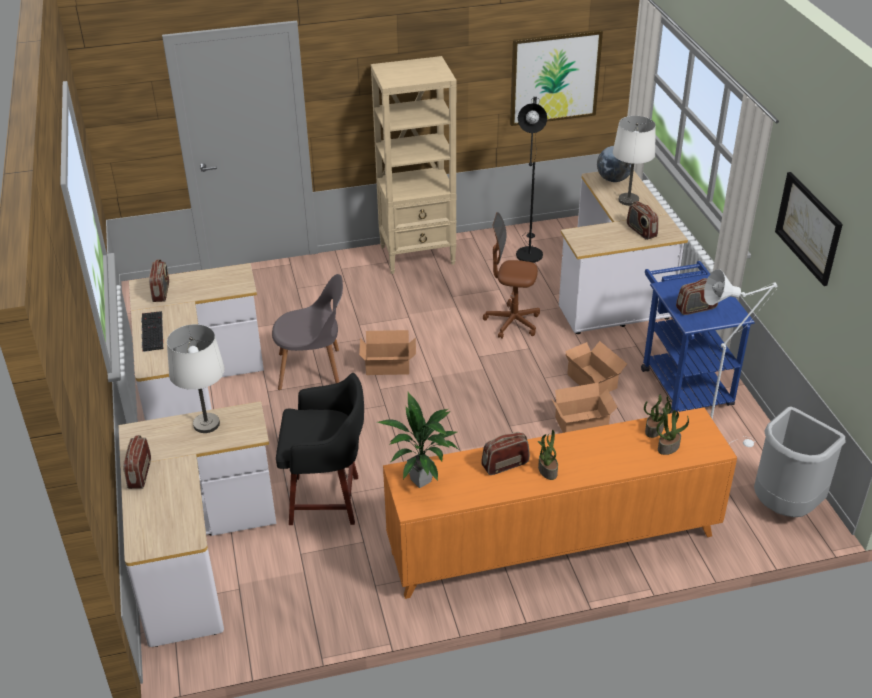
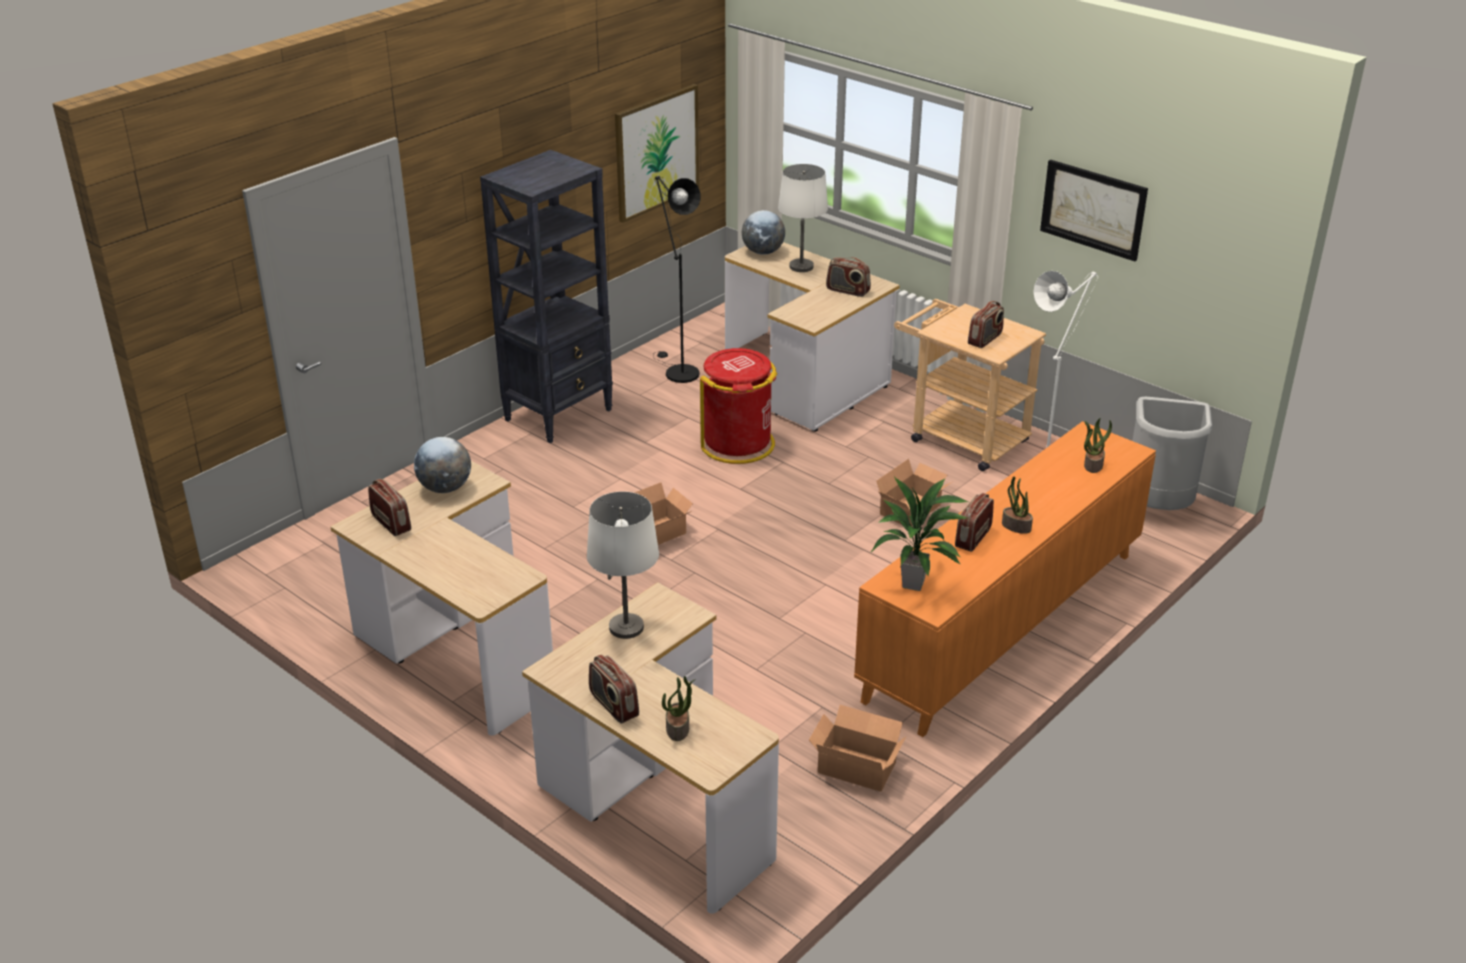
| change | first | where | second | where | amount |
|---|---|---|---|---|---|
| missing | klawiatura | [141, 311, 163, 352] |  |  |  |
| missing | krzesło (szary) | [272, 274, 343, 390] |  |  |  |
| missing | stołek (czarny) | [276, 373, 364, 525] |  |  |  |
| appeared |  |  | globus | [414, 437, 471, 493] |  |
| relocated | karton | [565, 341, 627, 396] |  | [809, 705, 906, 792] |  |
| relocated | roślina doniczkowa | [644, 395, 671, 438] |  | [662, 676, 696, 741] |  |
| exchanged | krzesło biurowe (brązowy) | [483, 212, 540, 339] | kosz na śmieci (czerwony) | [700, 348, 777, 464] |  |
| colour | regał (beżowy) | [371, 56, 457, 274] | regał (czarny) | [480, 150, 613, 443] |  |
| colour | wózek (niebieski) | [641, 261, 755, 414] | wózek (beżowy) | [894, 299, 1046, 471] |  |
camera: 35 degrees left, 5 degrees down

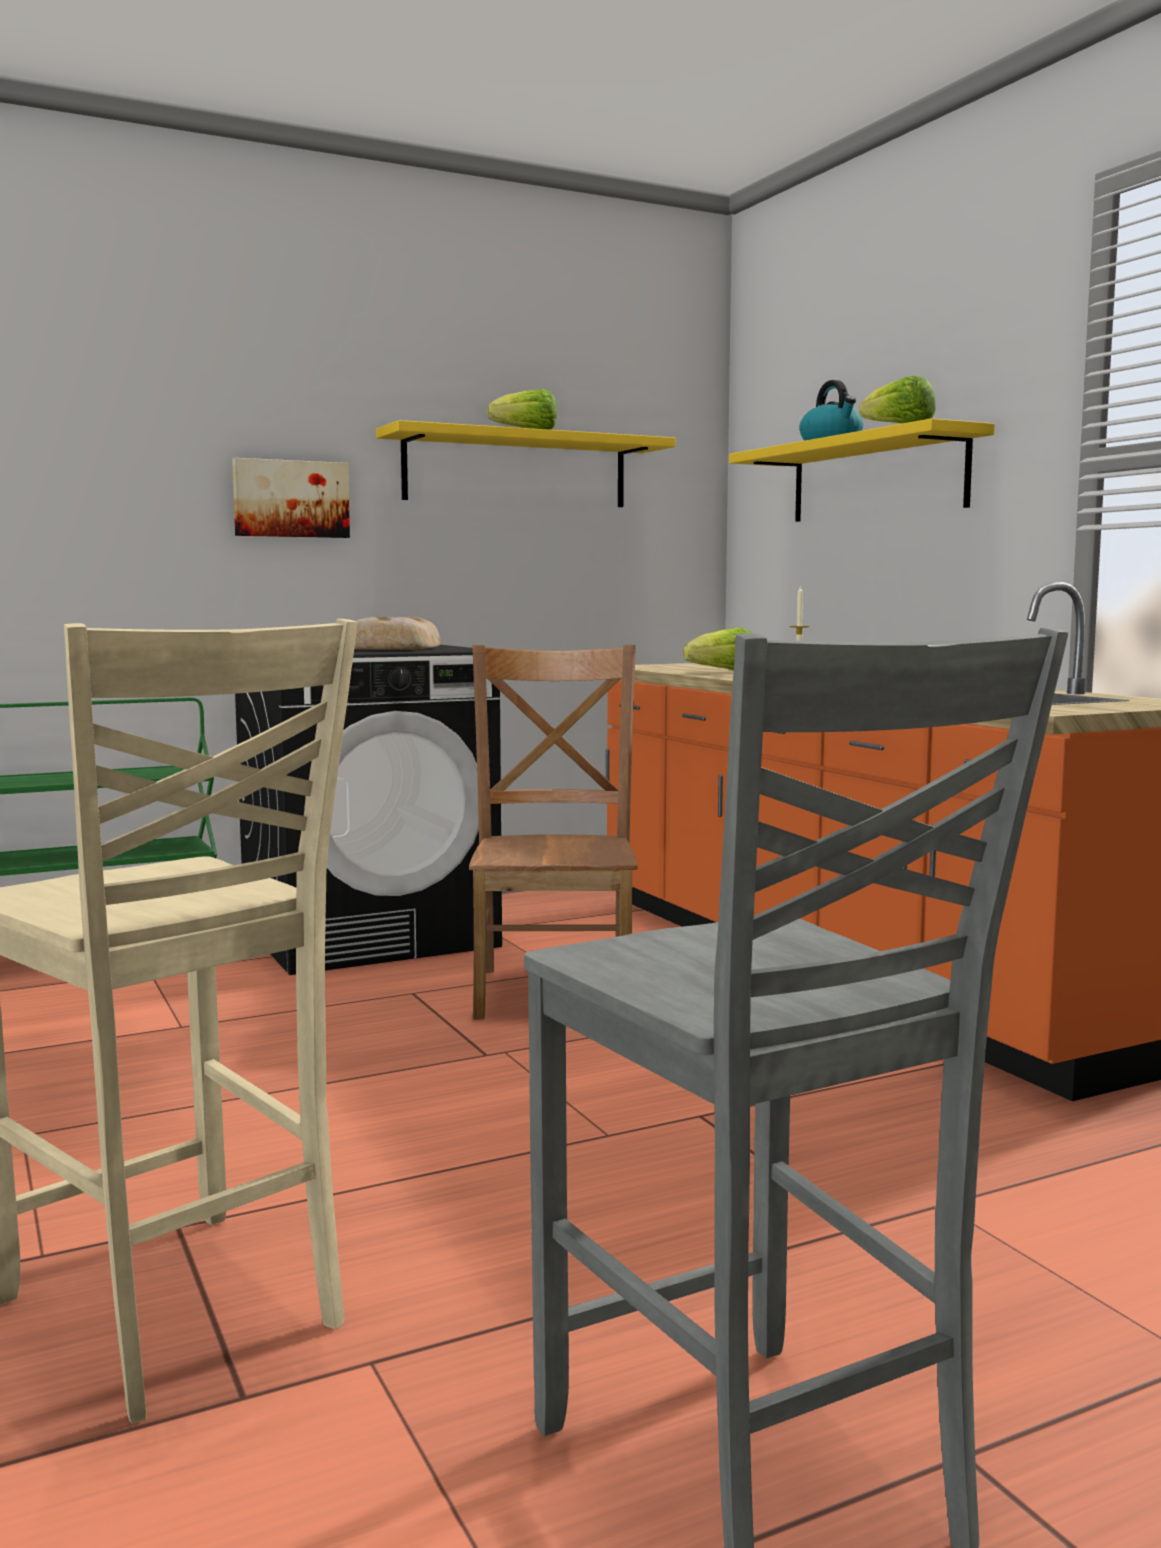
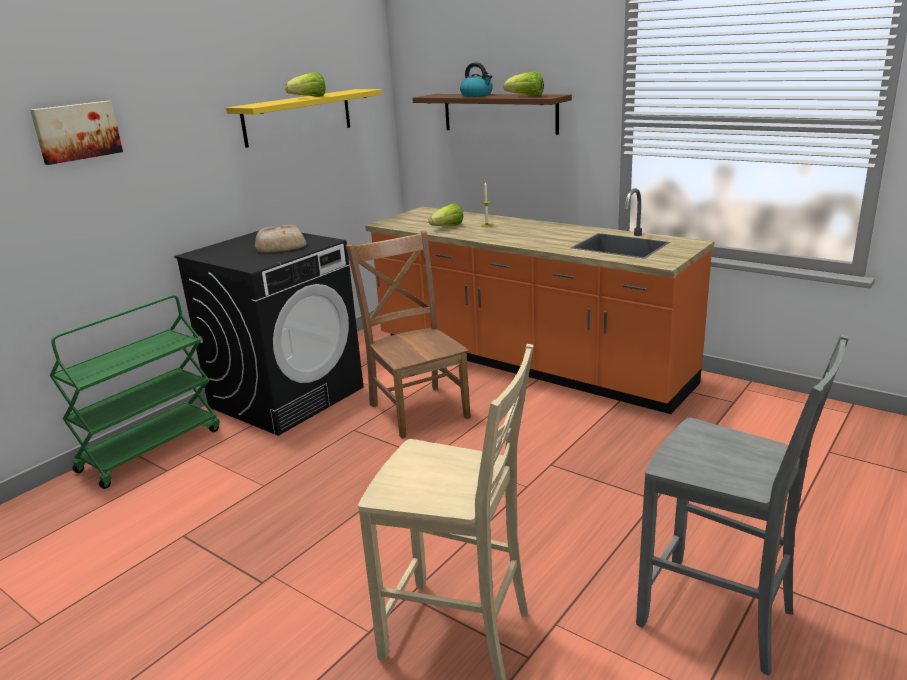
| change | first | where | second | where | amount |
|---|---|---|---|---|---|
| relocated | obraz | [232, 458, 350, 538] |  | [30, 101, 123, 165] |  |
| colour | półka (żółty) | [729, 418, 995, 522] | półka (brązowy) | [412, 94, 572, 135] |  |
camera: 25 degrees left, 15 degrees up

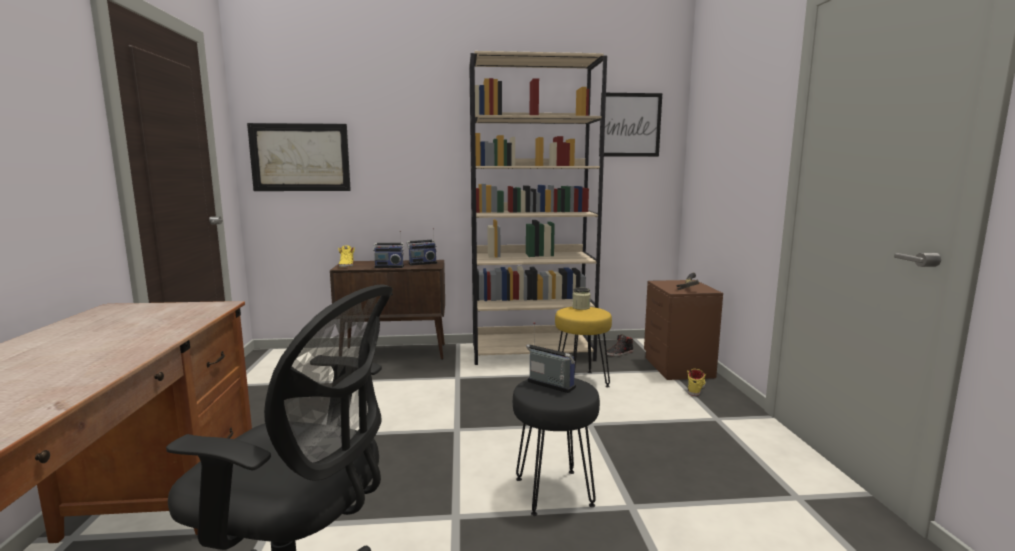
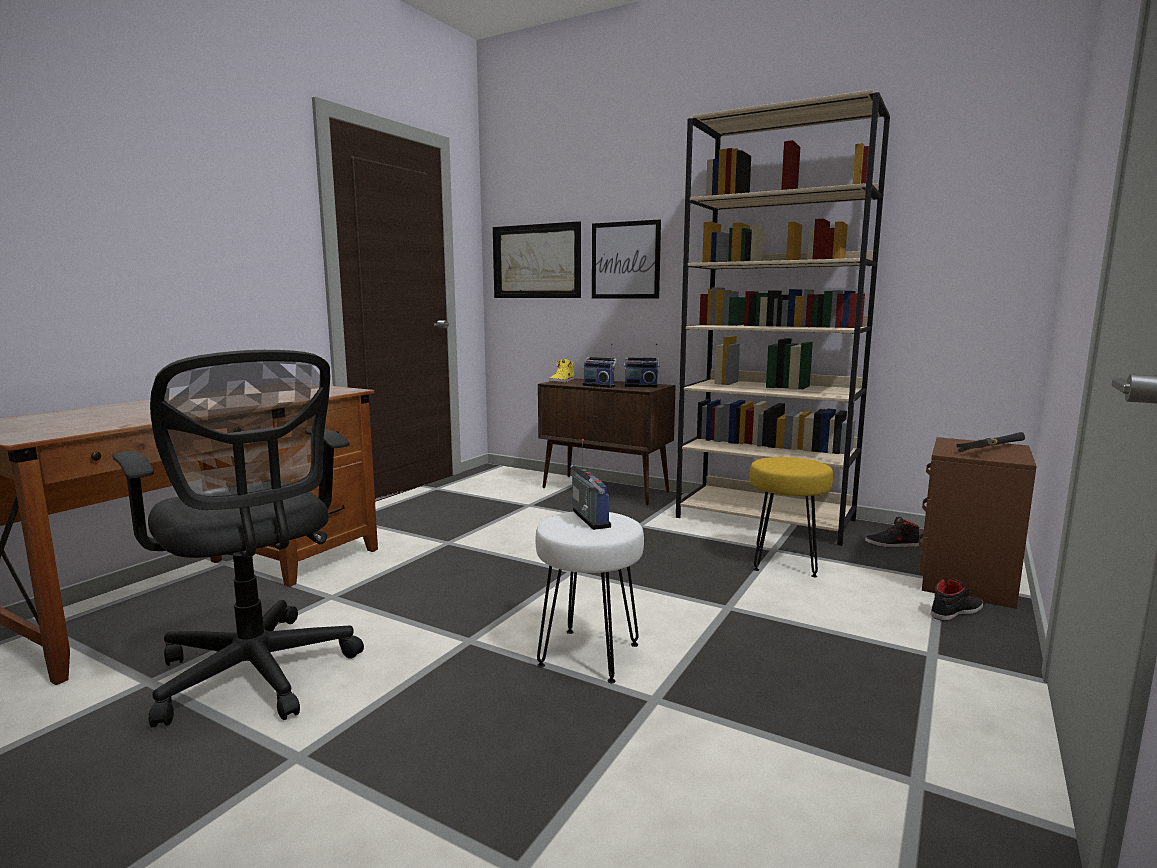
| change | first | where | second | where | amount |
|---|---|---|---|---|---|
| missing | słoik | [572, 288, 591, 310] |  |  |  |
| relocated | obraz | [599, 93, 662, 157] |  | [592, 219, 661, 299] |  |
| colour | stołek (czarny) | [513, 378, 600, 516] | stołek (biały) | [536, 512, 644, 683] |  |
| colour | but (żółty) | [687, 369, 706, 396] | but (czarny) | [931, 578, 983, 621] |  |
camera: 35 degrees right, 0 degrees up

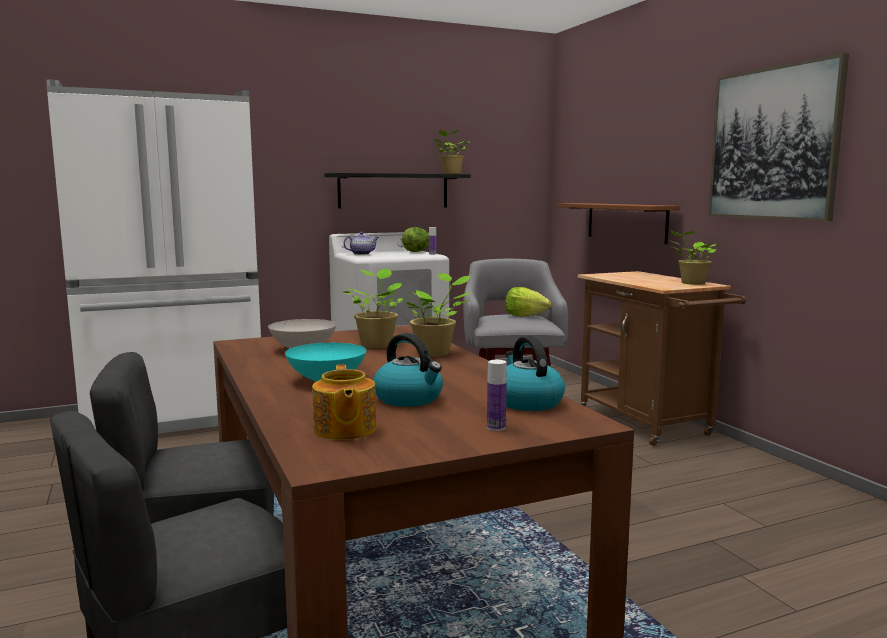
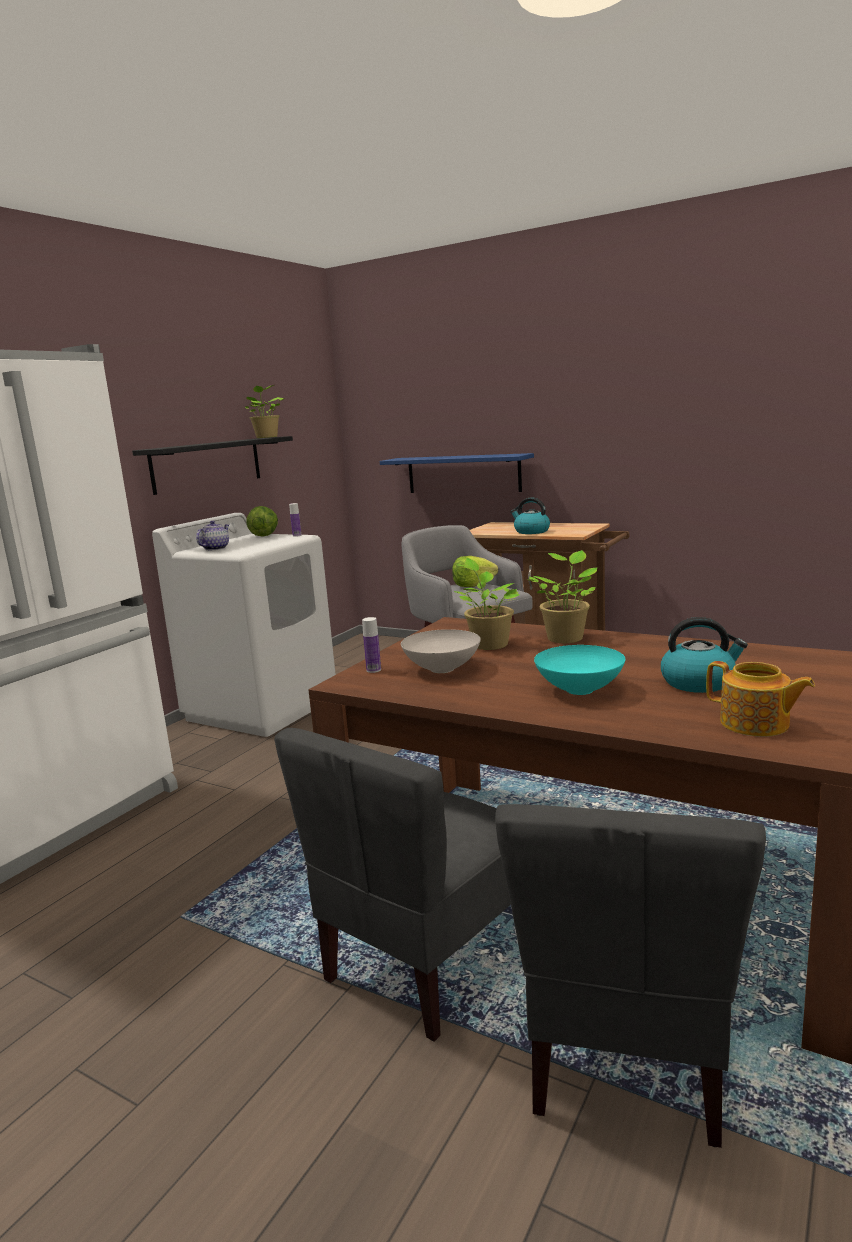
| change | first | where | second | where | amount |
|---|---|---|---|---|---|
| missing | roślina doniczkowa | [670, 231, 716, 285] |  |  |  |
| missing | obraz | [708, 53, 849, 221] |  |  |  |
| relocated | butelka | [487, 360, 507, 431] |  | [362, 617, 381, 673] |  |
| relocated | czajnik | [505, 336, 565, 411] |  | [510, 497, 550, 534] |  |
| colour | półka (brązowy) | [557, 203, 680, 244] | półka (niebieski) | [380, 453, 534, 493] |  |
camera: 35 degrees left, 5 degrees up

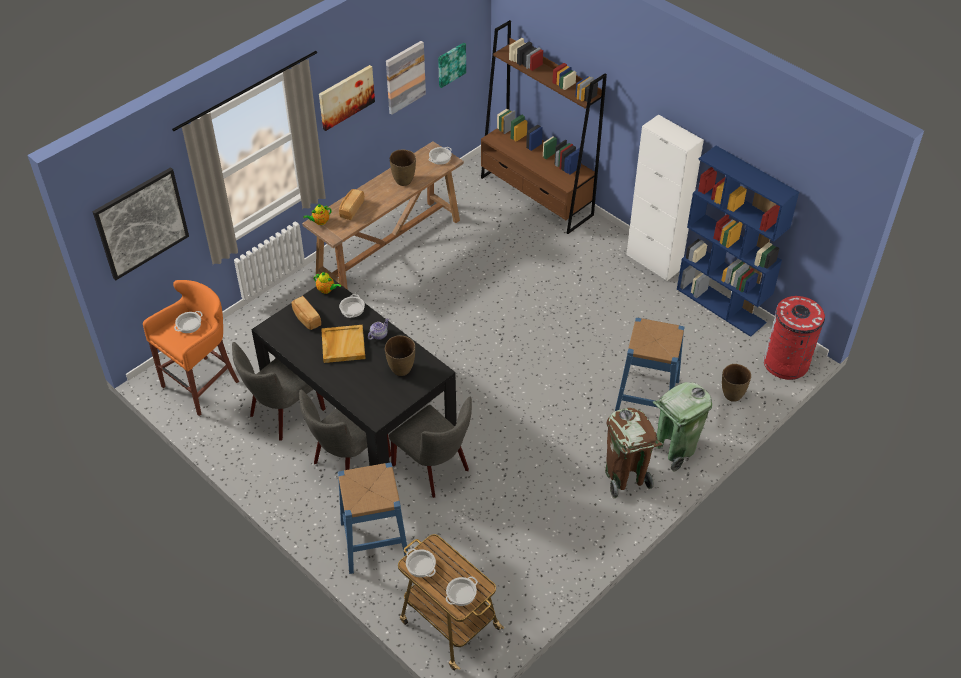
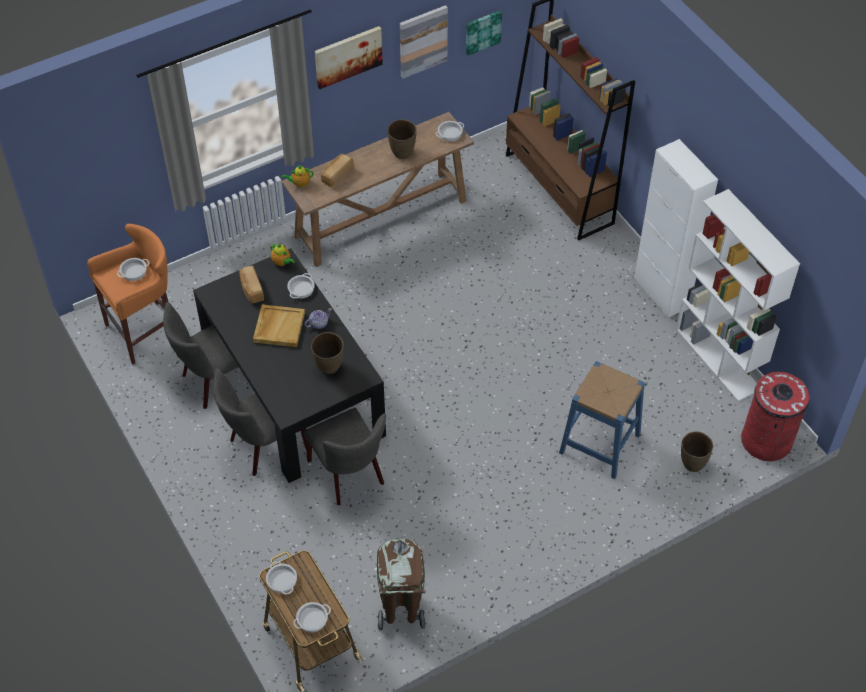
| change | first | where | second | where | amount |
|---|---|---|---|---|---|
| missing | obraz | [92, 167, 189, 280] |  |  |  |
| missing | stołek (niebieski) | [338, 462, 408, 574] |  |  |  |
| missing | kosz na śmieci (zielony) | [653, 382, 712, 472] |  |  |  |
| relocated | kosz na śmieci (brązowy) | [605, 408, 664, 499] |  | [377, 539, 426, 631] |  |
| colour | regał (niebieski) | [677, 146, 799, 337] | regał (biały) | [676, 189, 800, 402] |  |
camera: 15 degrees right, 5 degrees up

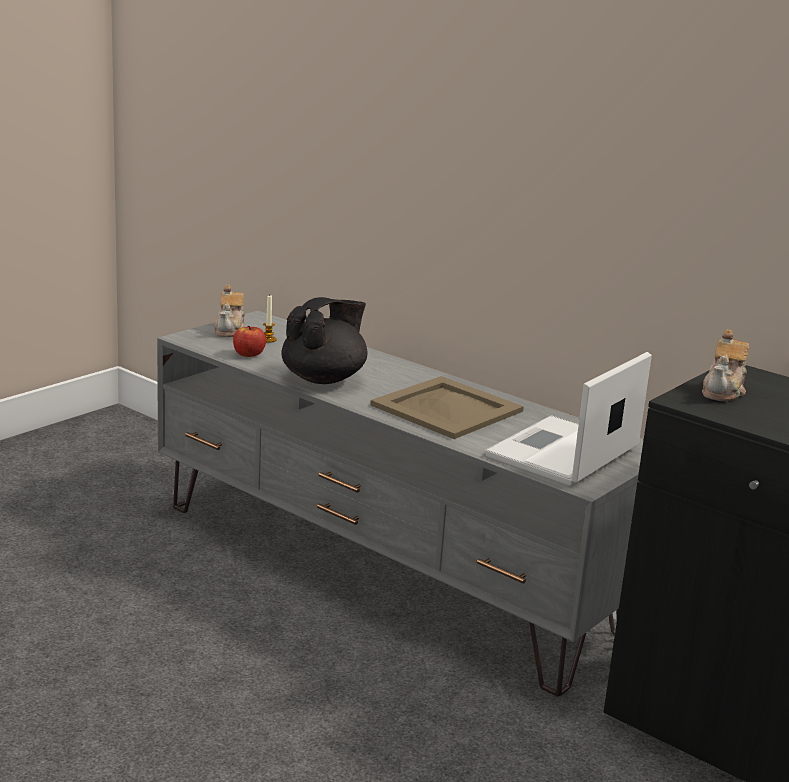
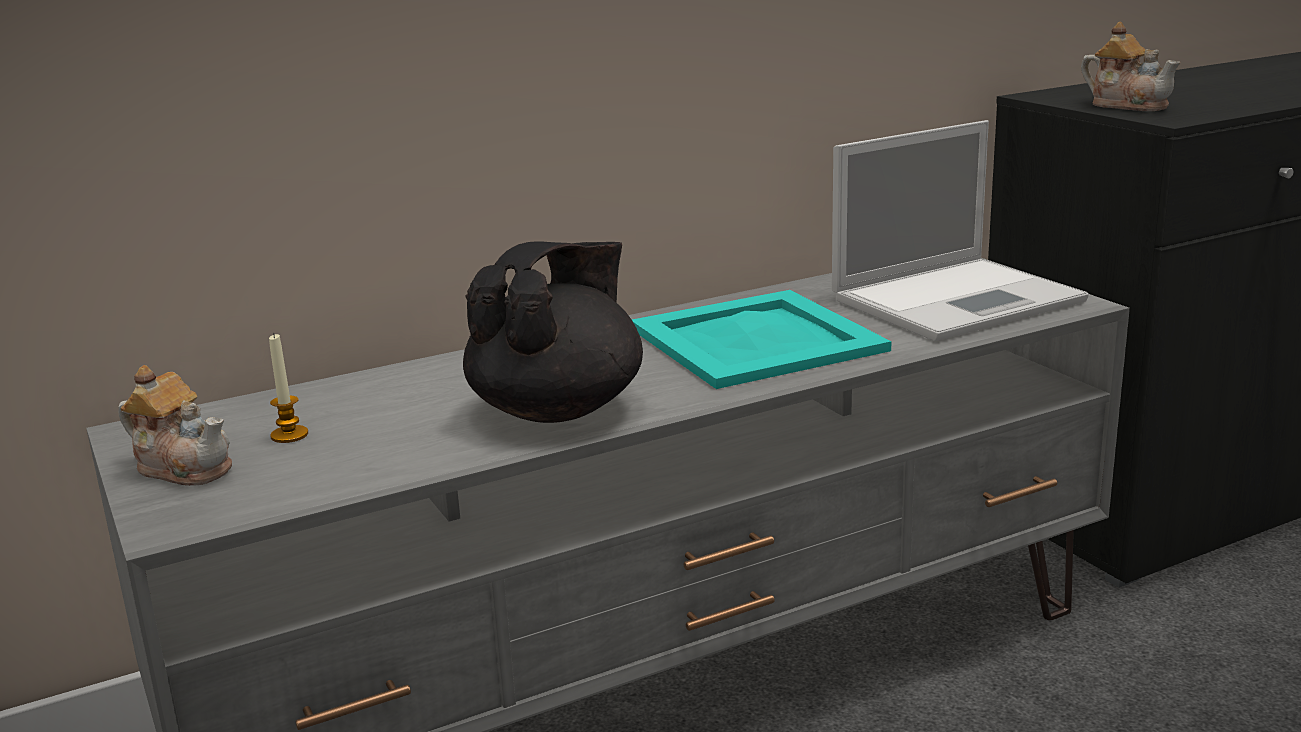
| change | first | where | second | where | amount |
|---|---|---|---|---|---|
| missing | jabłko | [233, 326, 266, 357] |  |  |  |
| colour | taca (beżowy) | [370, 376, 524, 439] | taca (turkusowy) | [632, 290, 891, 389] |  |
| spun | imbryk (czarny) | [281, 297, 368, 384] |  | [463, 241, 643, 423] | 60 degrees clockwise |
| spun | laptop | [485, 352, 652, 486] |  | [832, 120, 1089, 341] | 90 degrees counterclockwise |
camera: 65 degrees left, 0 degrees up

